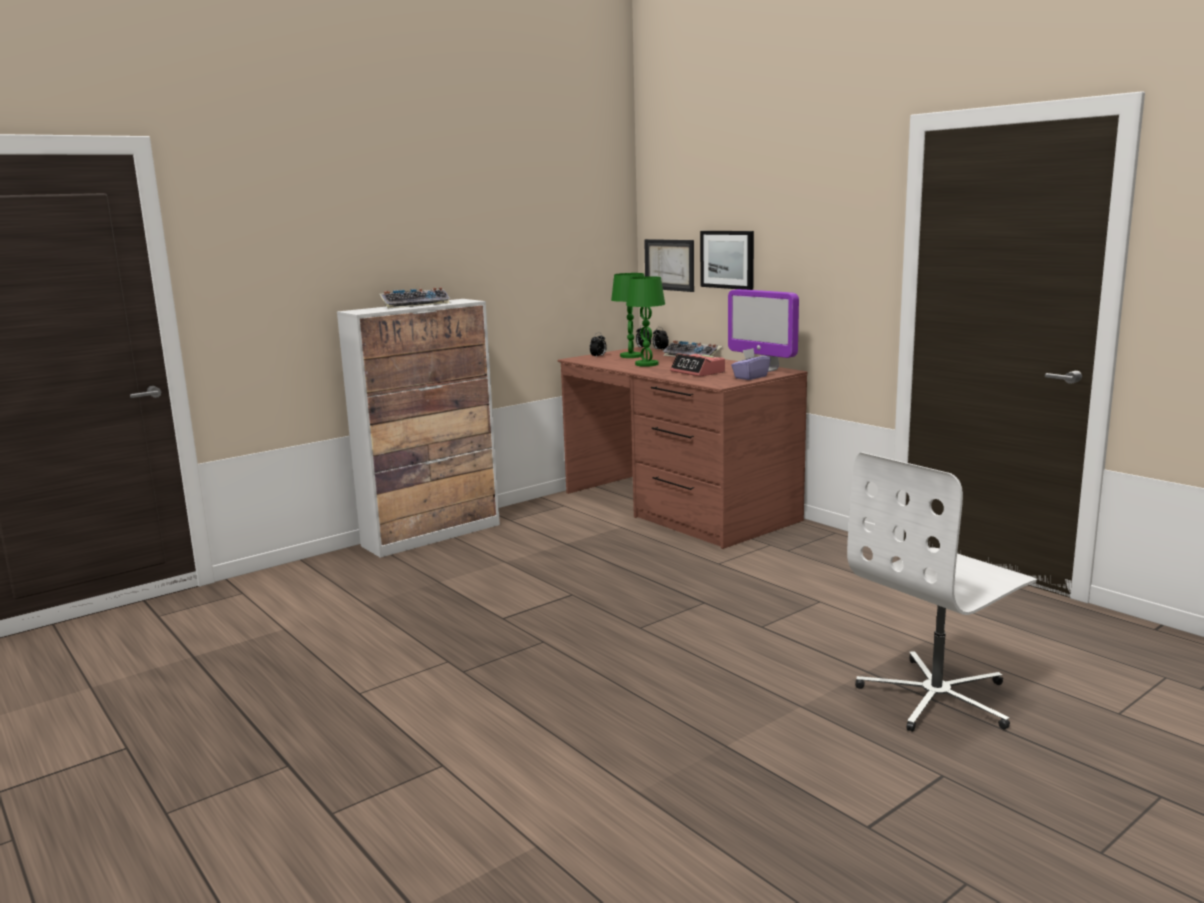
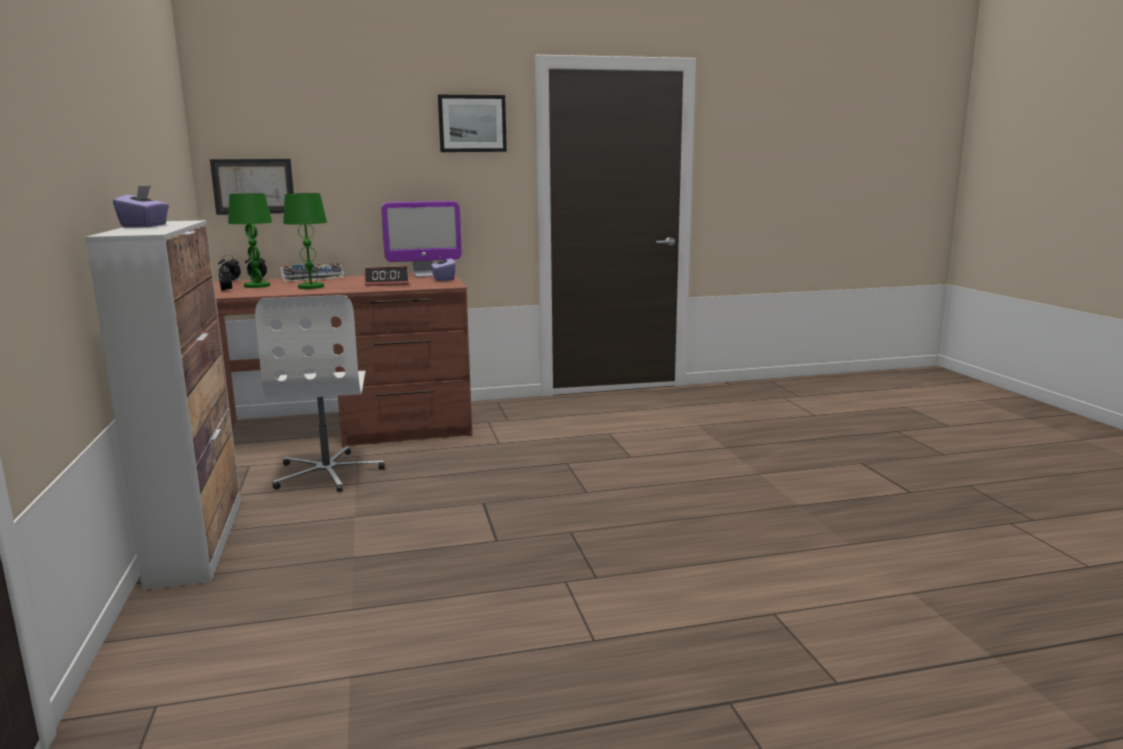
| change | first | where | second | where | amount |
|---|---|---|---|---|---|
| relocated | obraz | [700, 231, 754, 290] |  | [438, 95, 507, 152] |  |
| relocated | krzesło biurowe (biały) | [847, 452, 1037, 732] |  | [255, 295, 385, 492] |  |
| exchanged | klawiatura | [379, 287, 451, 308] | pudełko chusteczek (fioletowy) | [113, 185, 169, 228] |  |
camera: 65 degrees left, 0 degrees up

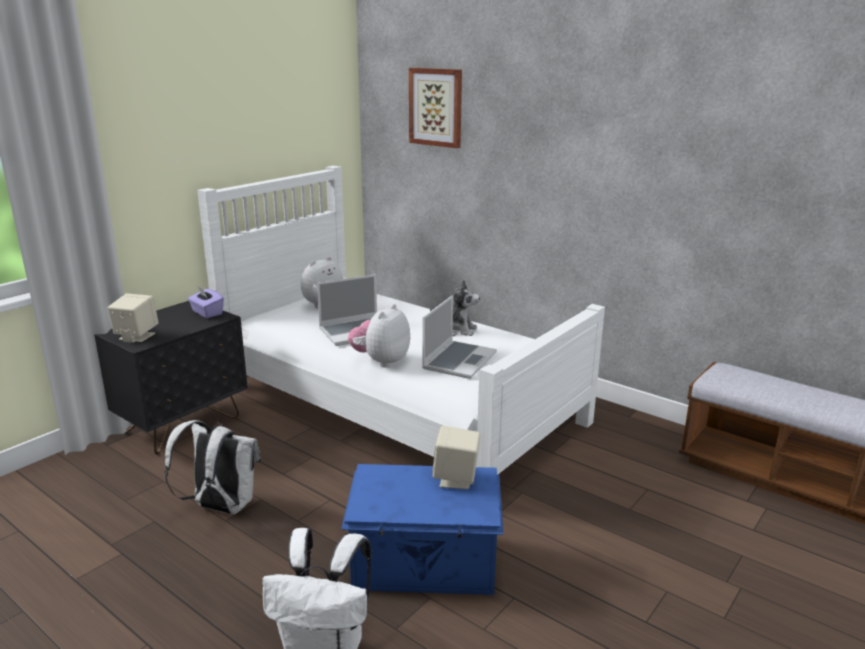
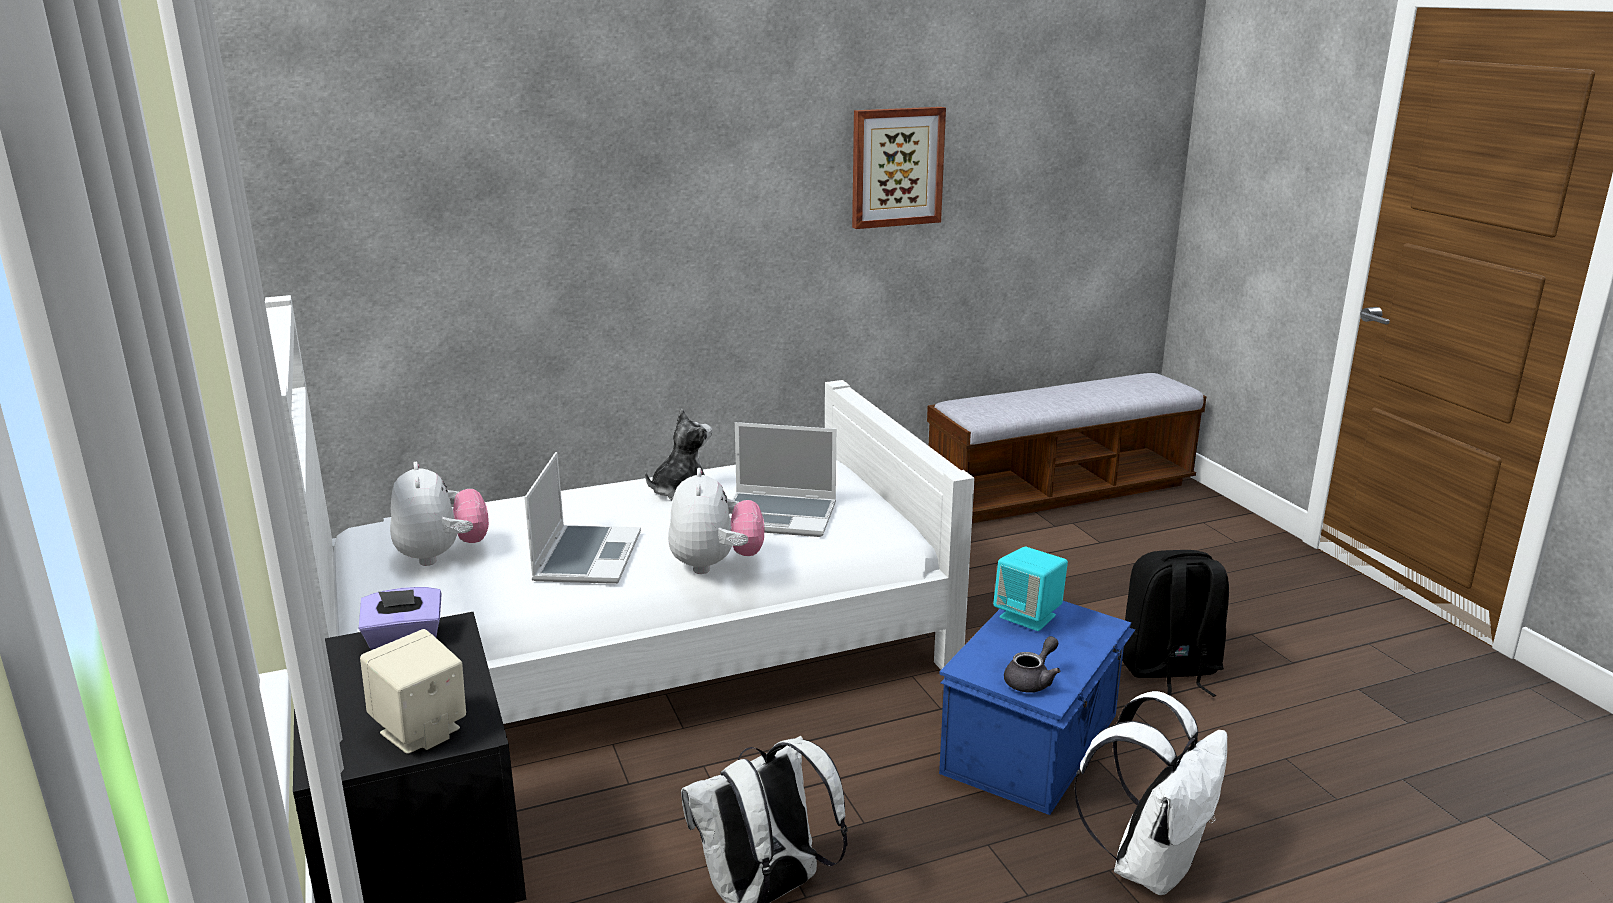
| change | first | where | second | where | amount |
|---|---|---|---|---|---|
| appeared |  |  | imbryk (szary) | [1004, 636, 1060, 693] |  |
| appeared |  |  | plecak (czarny) | [1122, 550, 1229, 697] |  |
| relocated | obraz | [409, 68, 462, 148] |  | [852, 107, 946, 229] |  |
| colour | głośnik (beżowy) | [432, 426, 480, 489] | głośnik (turkusowy) | [993, 547, 1068, 631] |  |
| spun | pluszak | [348, 304, 410, 367] |  | [668, 468, 764, 574] | 150 degrees counterclockwise |
| spun | laptop | [422, 295, 497, 379] |  | [729, 422, 836, 537] | 135 degrees clockwise |
camera: 60 degrees left, 0 degrees up

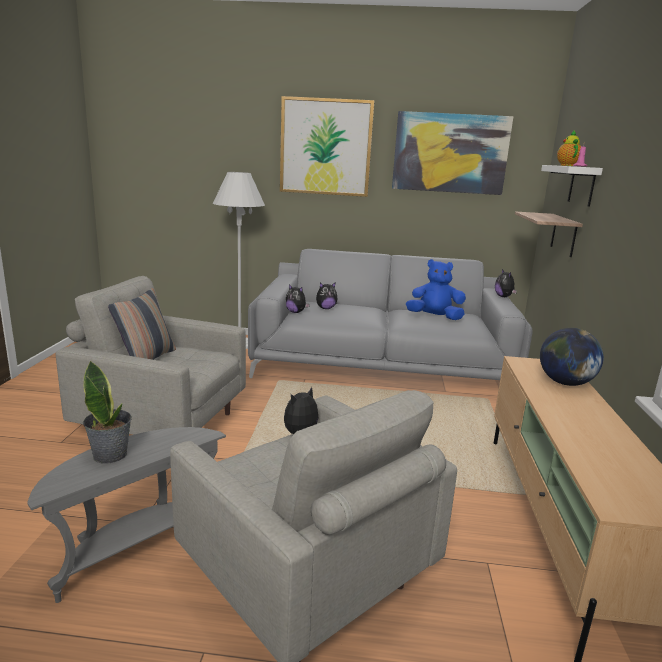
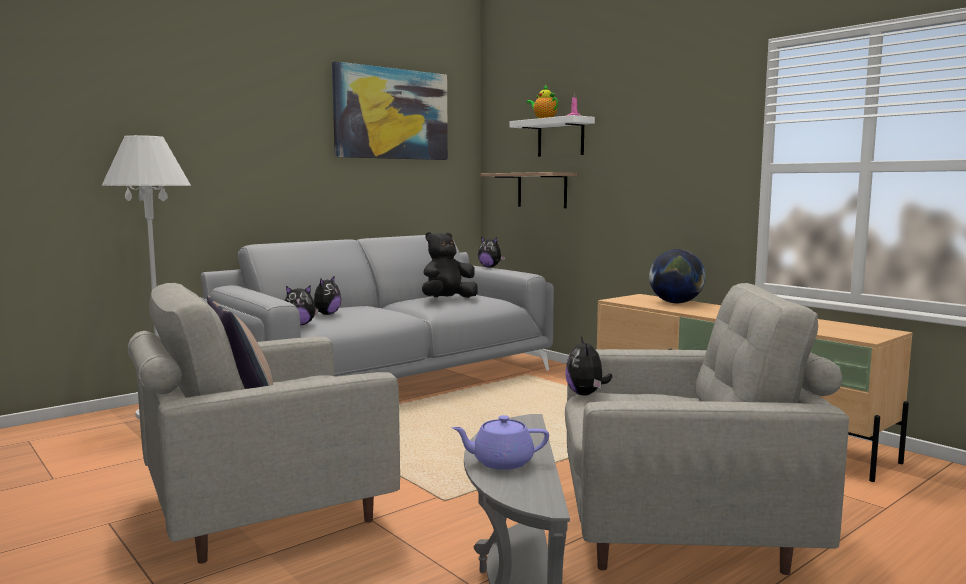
| change | first | where | second | where | amount |
|---|---|---|---|---|---|
| missing | obraz | [280, 96, 374, 197] |  |  |  |
| exchanged | roślina doniczkowa | [83, 360, 132, 464] | imbryk (fioletowy) | [451, 415, 549, 470] |  |
| colour | pluszak (niebieski) | [406, 259, 466, 320] | pluszak (czarny) | [422, 232, 478, 298] |  |
camera: 45 degrees left, 10 degrees down

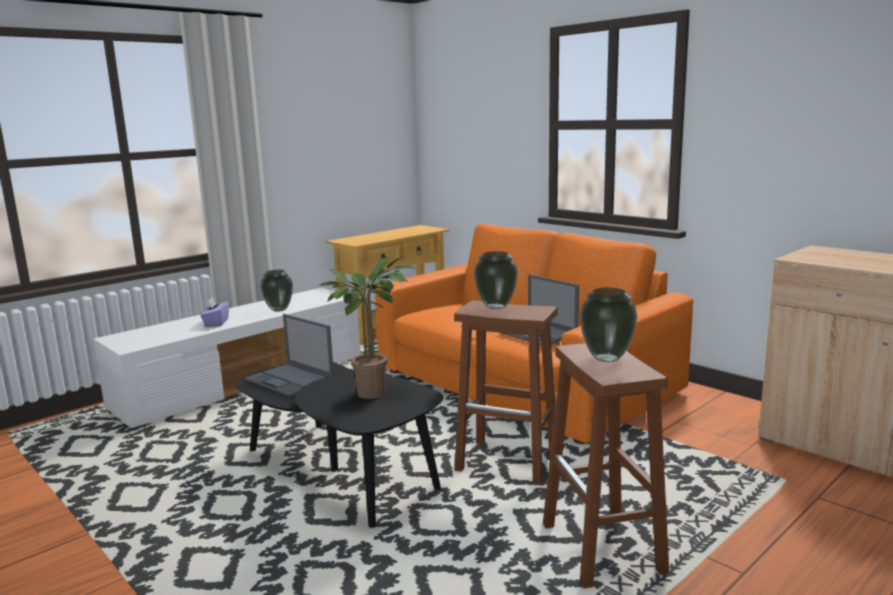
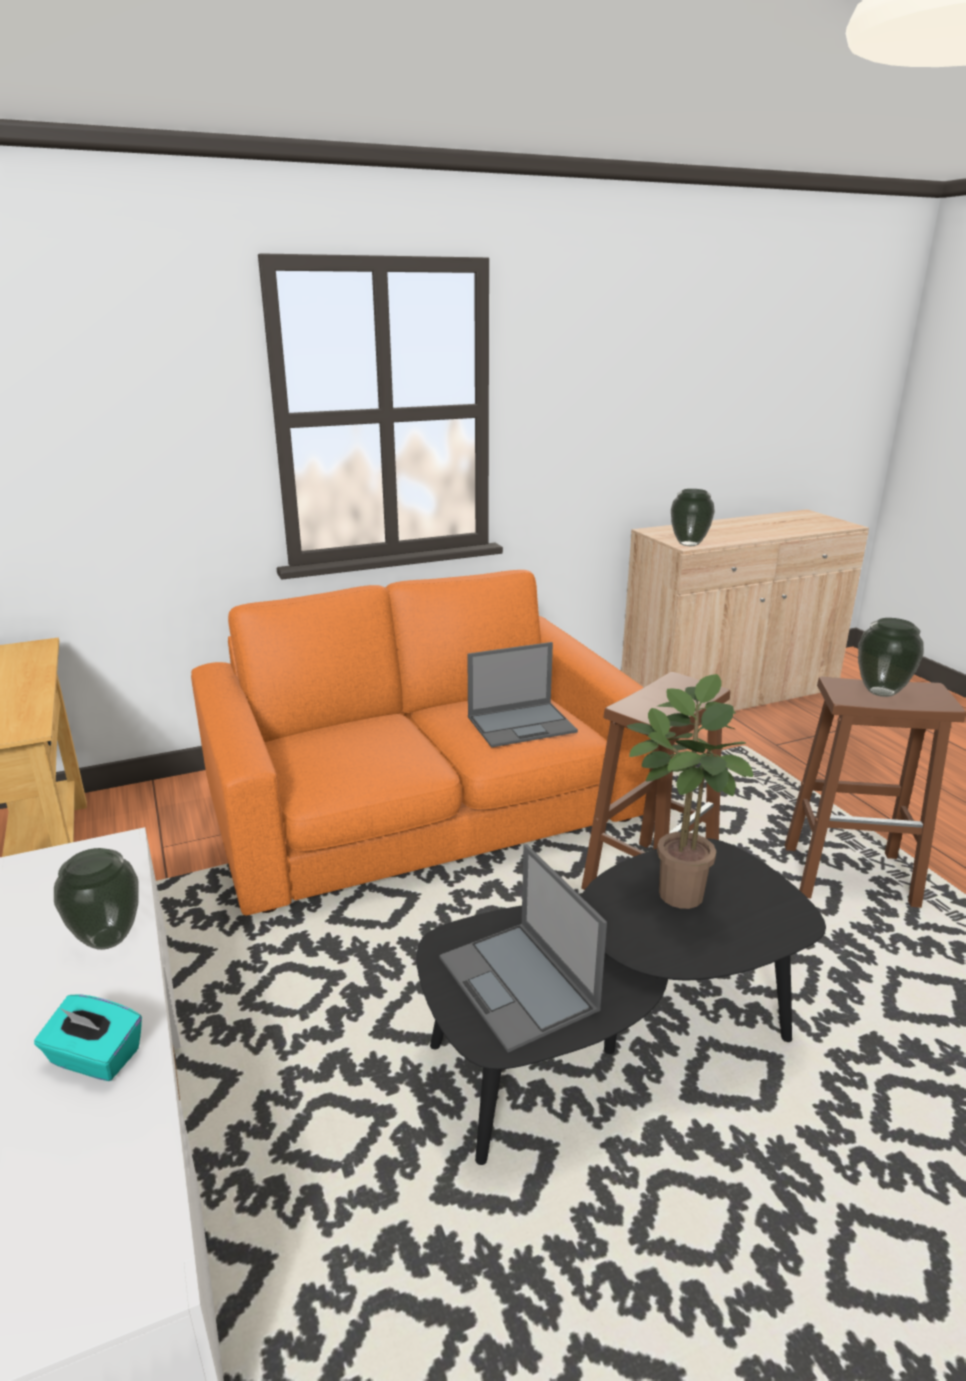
| change | first | where | second | where | amount |
|---|---|---|---|---|---|
| relocated | wazon | [474, 251, 518, 309] |  | [671, 489, 715, 546] |  |
| colour | pudełko chusteczek (fioletowy) | [200, 297, 229, 327] | pudełko chusteczek (turkusowy) | [34, 994, 142, 1081] |  |
| spun | laptop | [245, 314, 334, 397] |  | [439, 844, 607, 1052] | 90 degrees clockwise |
camera: 70 degrees left, 10 degrees up

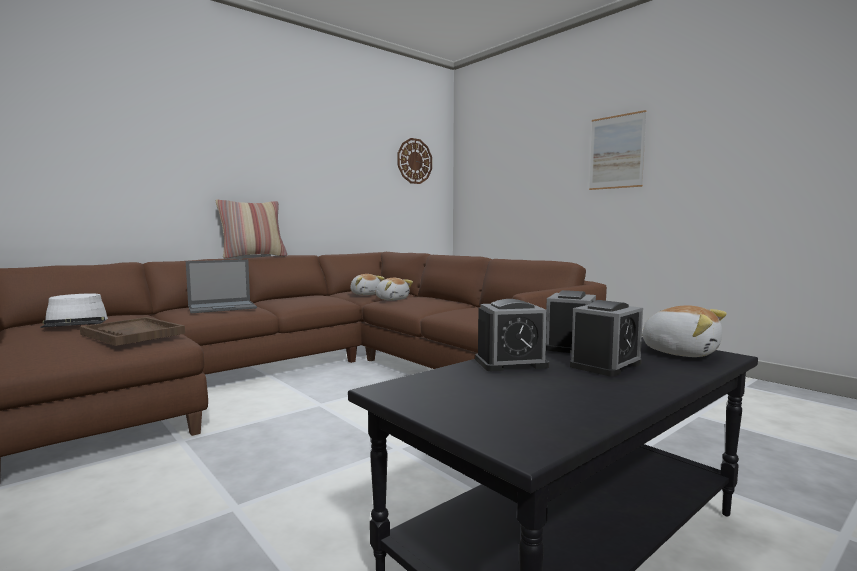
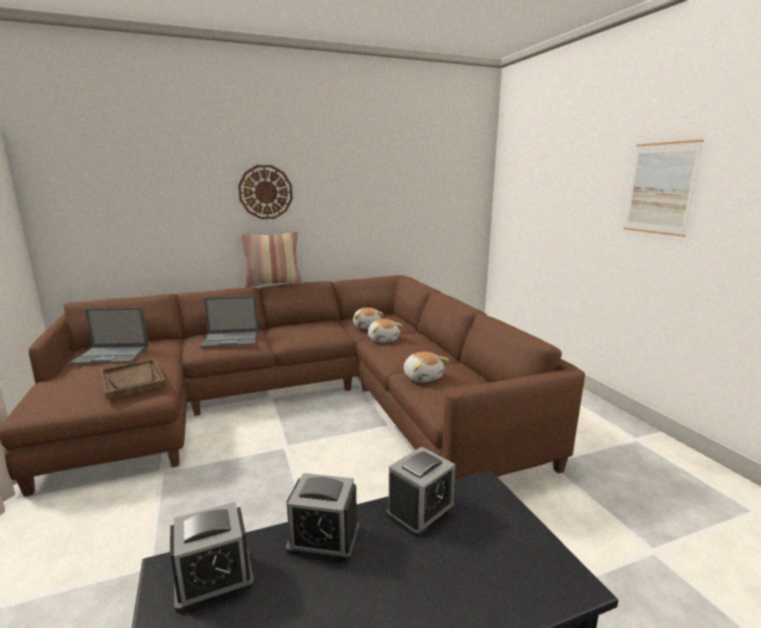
| change | first | where | second | where | amount |
|---|---|---|---|---|---|
| relocated | zegar ścienny | [398, 138, 432, 184] |  | [238, 165, 293, 219] |  |
| relocated | budzik | [570, 300, 643, 377] |  | [170, 502, 254, 613] |  |
| relocated | pluszak | [642, 305, 727, 357] |  | [404, 352, 449, 383] |  |
| exchanged | kapelusz (biały) | [40, 293, 108, 328] | laptop | [69, 307, 149, 365] |  |
camera: 20 degrees right, 10 degrees up

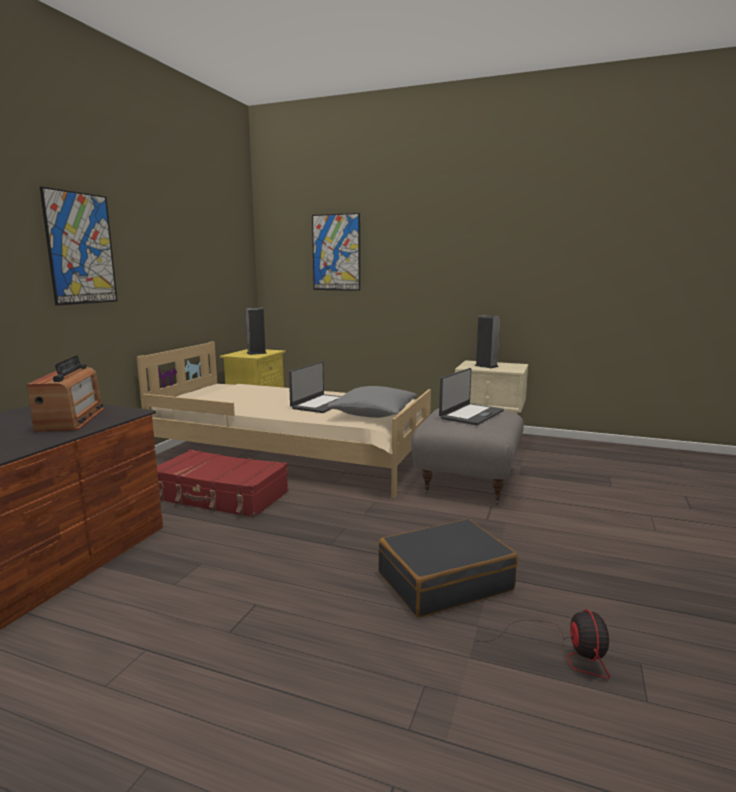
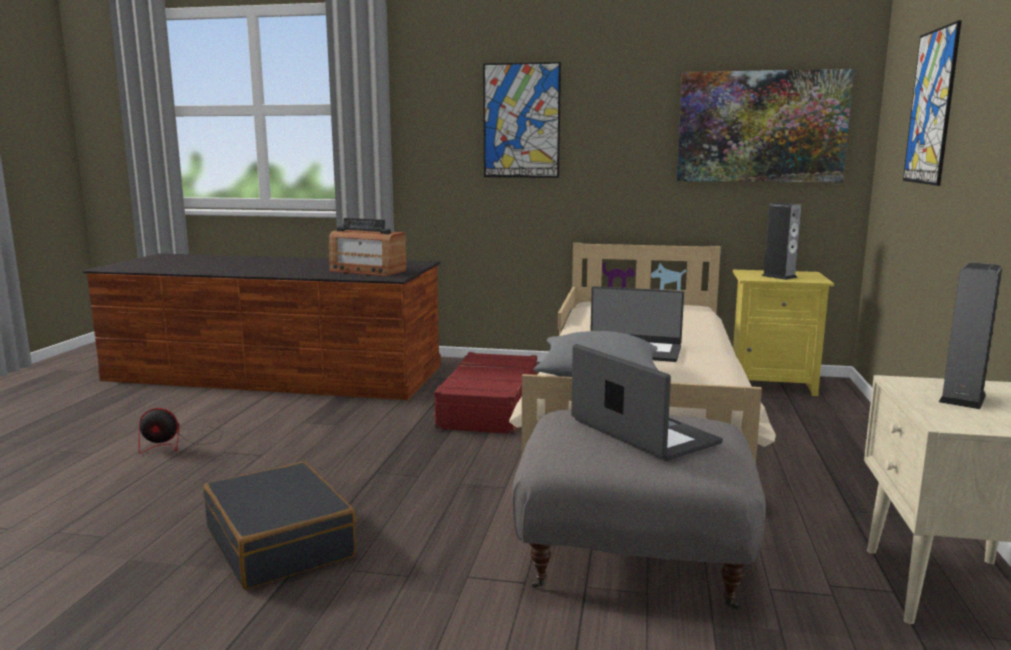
| change | first | where | second | where | amount |
|---|---|---|---|---|---|
| appeared |  |  | obraz | [677, 69, 854, 182] |  |
| relocated | wentylator | [474, 609, 610, 679] |  | [138, 408, 222, 454] |  |
| spun | radio | [27, 355, 105, 432] |  | [329, 218, 406, 276] | 45 degrees clockwise |
| spun | laptop | [439, 368, 504, 425] |  | [571, 344, 723, 461] | 150 degrees counterclockwise |
camera: 80 degrees right, 0 degrees up

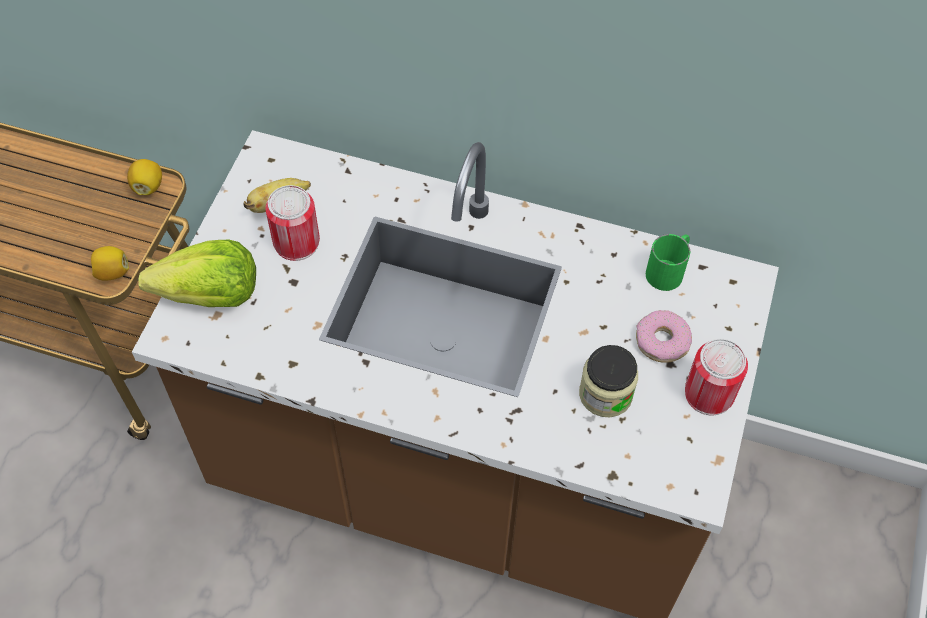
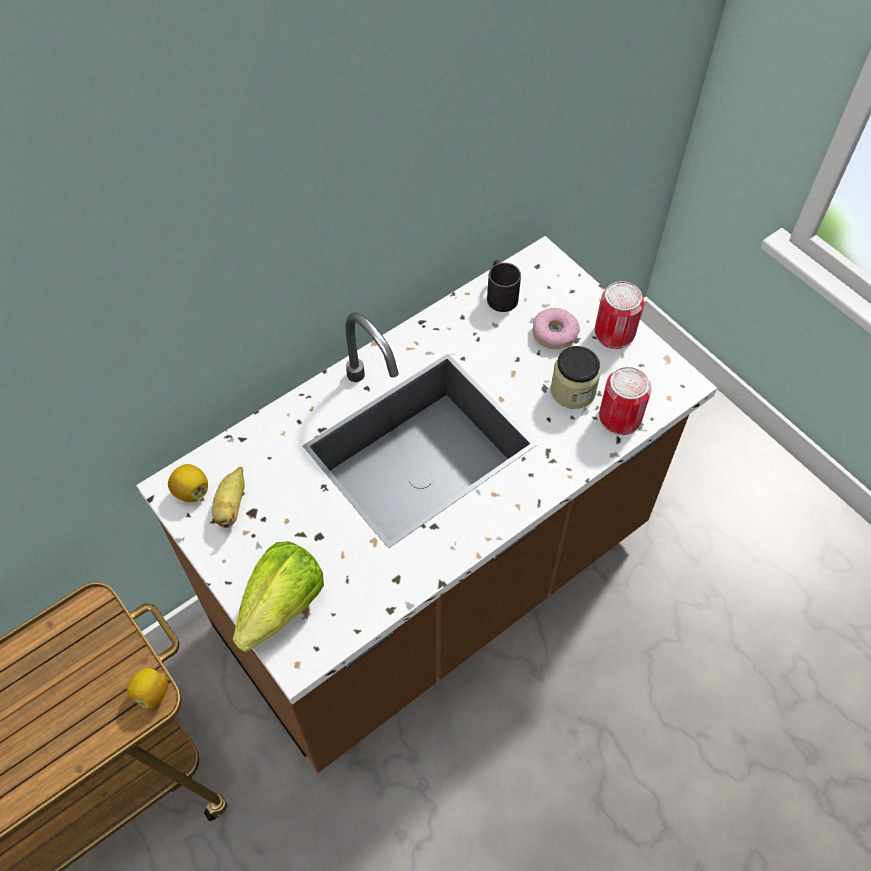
| change | first | where | second | where | amount |
|---|---|---|---|---|---|
| relocated | cytryna | [127, 159, 162, 195] |  | [168, 464, 208, 502] |  |
| relocated | puszka | [265, 185, 320, 261] |  | [599, 367, 652, 435] |  |
| colour | kubek (zielony) | [646, 234, 690, 291] | kubek (czarny) | [487, 260, 521, 312] |  |
camera: 55 degrees left, 0 degrees up

